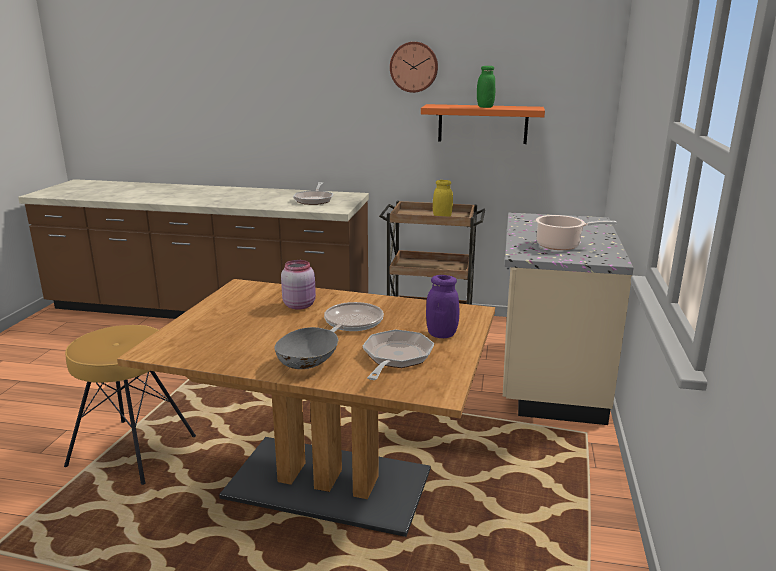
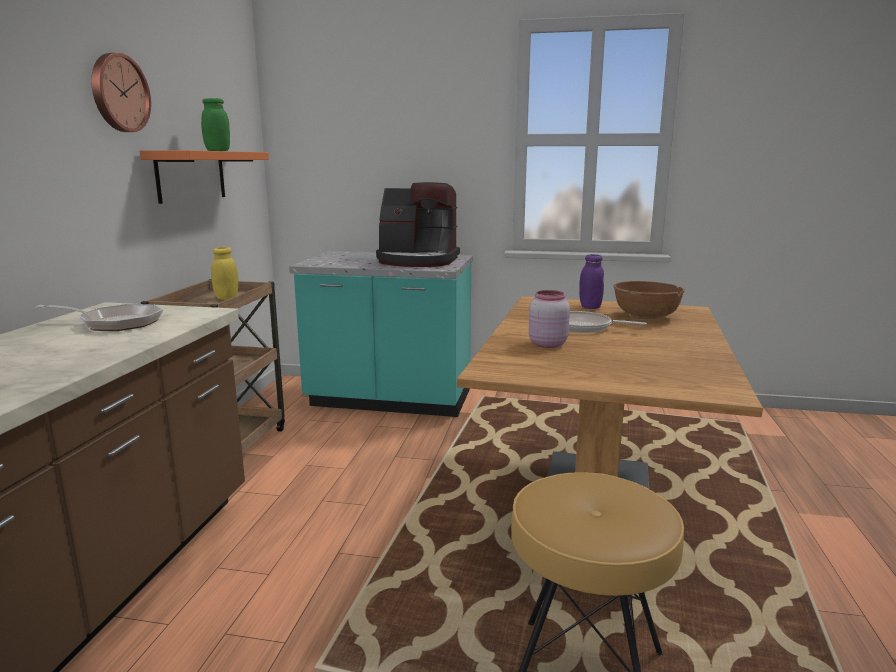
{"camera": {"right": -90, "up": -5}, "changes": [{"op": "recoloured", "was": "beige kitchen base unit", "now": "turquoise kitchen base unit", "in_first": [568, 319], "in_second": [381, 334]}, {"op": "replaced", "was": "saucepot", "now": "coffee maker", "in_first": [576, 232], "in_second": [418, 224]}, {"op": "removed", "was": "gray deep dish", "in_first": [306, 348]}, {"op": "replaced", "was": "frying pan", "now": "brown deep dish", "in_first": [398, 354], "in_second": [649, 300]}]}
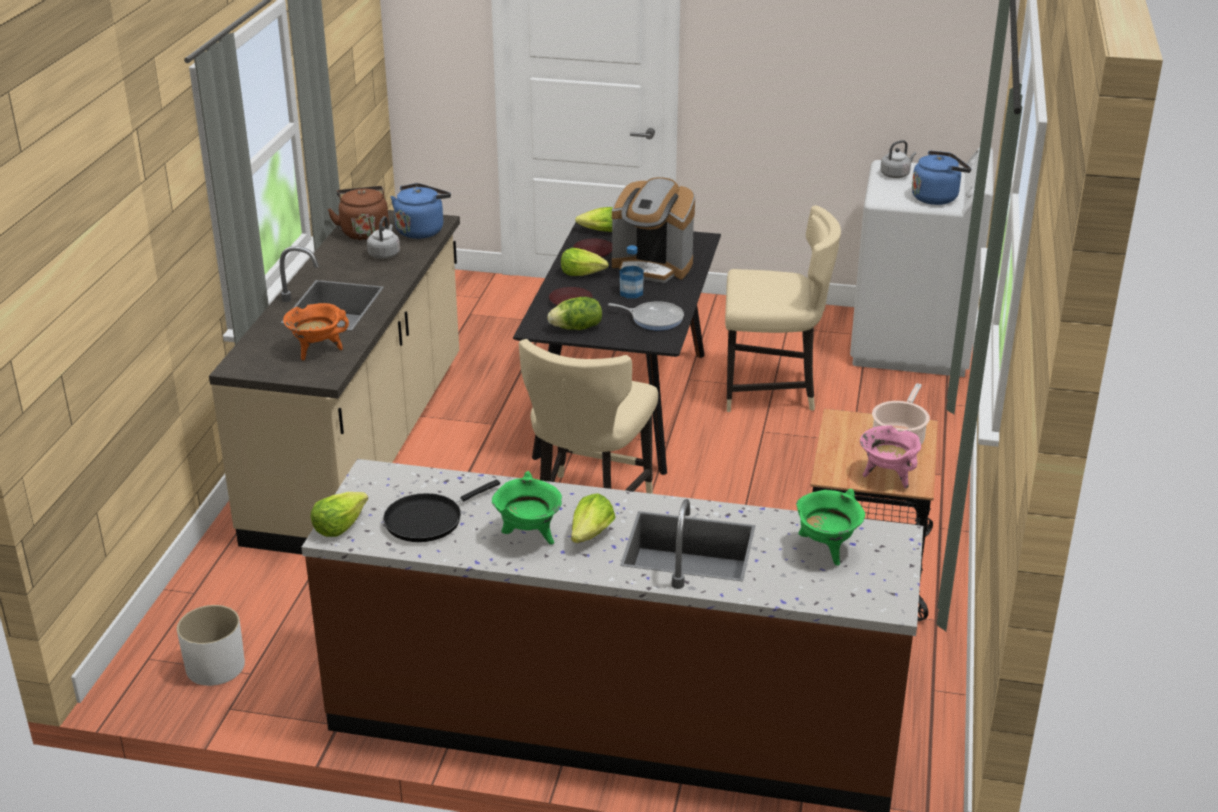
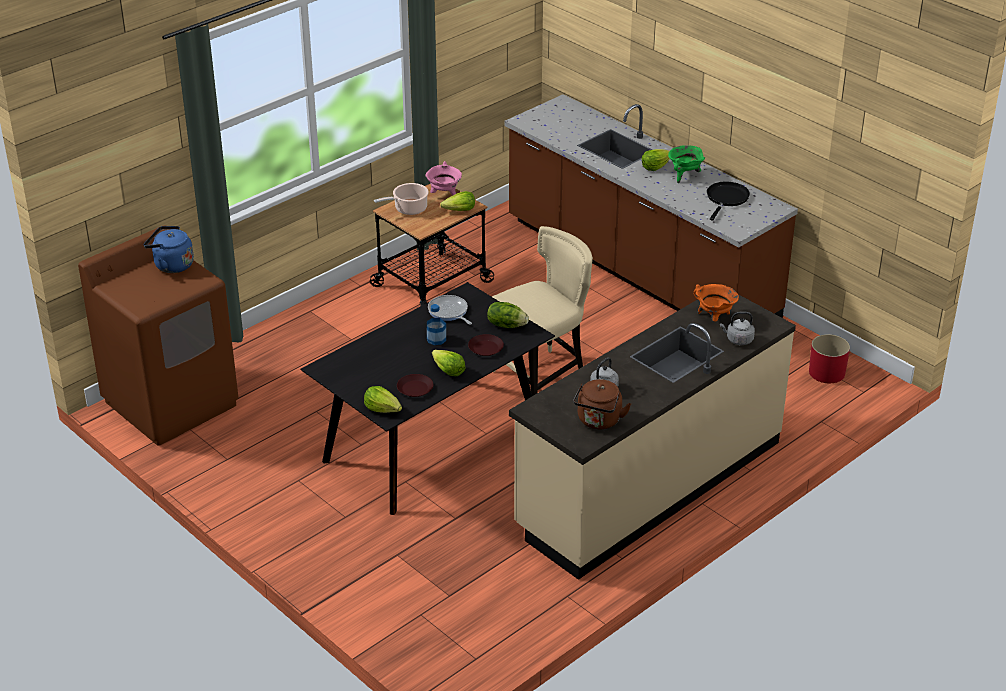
{"camera": {"right": -145, "up": 5}, "changes": [{"op": "moved", "was": "gray kettle", "in_first": [898, 159], "in_second": [737, 328]}, {"op": "recoloured", "was": "white laundry appliance", "now": "brown laundry appliance", "in_first": [921, 262], "in_second": [158, 335]}, {"op": "removed", "was": "coffee maker", "in_first": [653, 230]}, {"op": "removed", "was": "blue-coloured kettle", "in_first": [421, 211]}, {"op": "removed", "was": "beige plain chair", "in_first": [783, 308]}, {"op": "turned", "was": "black-coloured frying pan", "in_first": [441, 511], "in_second": [728, 201], "clockwise": -60}, {"op": "removed", "was": "green-coloured saucepot", "in_first": [830, 527]}, {"op": "moved", "was": "lettuce", "in_first": [339, 514], "in_second": [457, 201]}, {"op": "recoloured", "was": "white flower pot", "now": "reddish flower pot", "in_first": [211, 645], "in_second": [829, 358]}]}
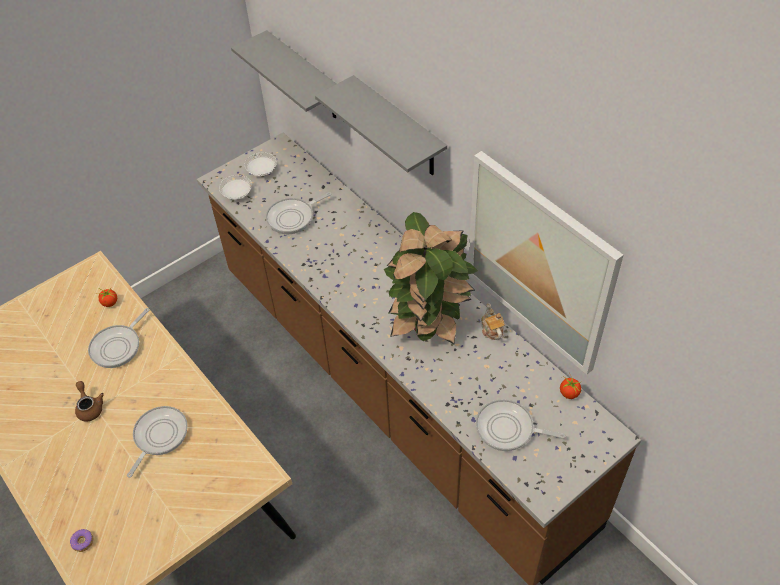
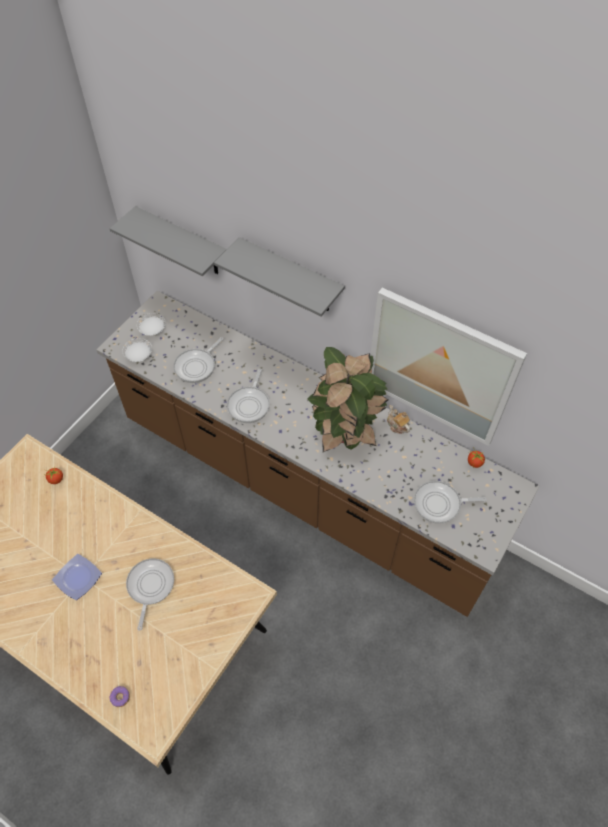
{"camera": {"right": -20, "up": 5}, "changes": [{"op": "moved", "was": "frying pan", "in_first": [118, 338], "in_second": [248, 395]}, {"op": "replaced", "was": "brown pot for tea", "now": "flat dish", "in_first": [89, 401], "in_second": [77, 577]}]}
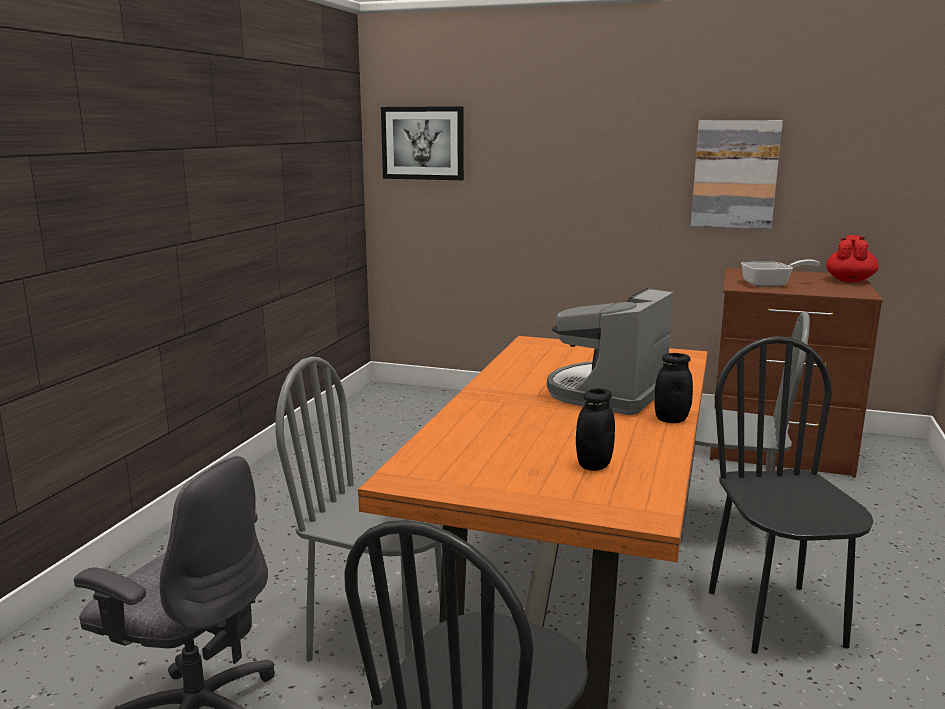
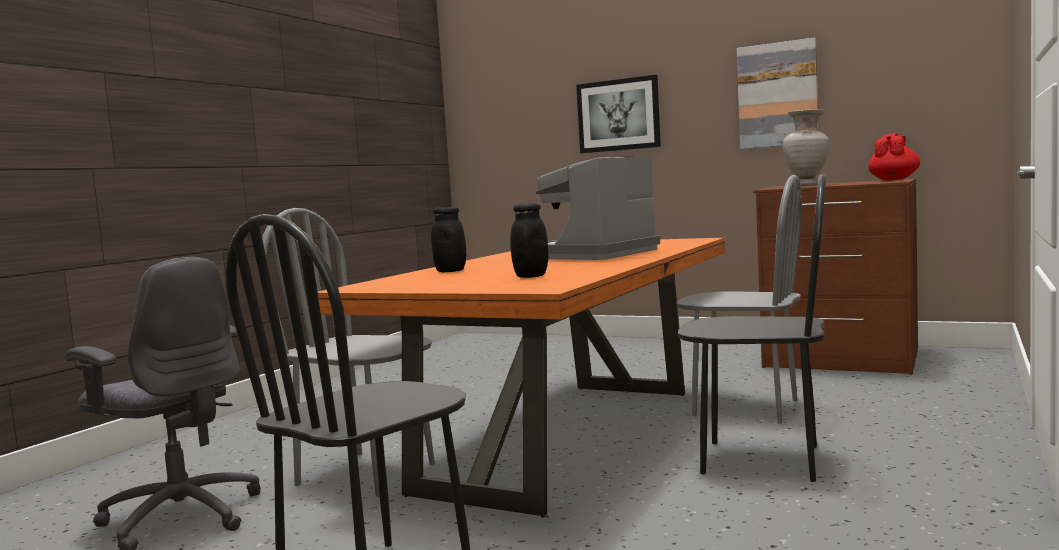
{"camera": {"right": 10, "up": -10}, "changes": [{"op": "moved", "was": "picture", "in_first": [422, 143], "in_second": [618, 114]}, {"op": "replaced", "was": "frying pan", "now": "beige decorative vase", "in_first": [780, 273], "in_second": [806, 147]}, {"op": "turned", "was": "black-coloured plain chair", "in_first": [791, 495], "in_second": [752, 328], "clockwise": 105}, {"op": "moved", "was": "black-coloured jar", "in_first": [673, 388], "in_second": [448, 239]}]}
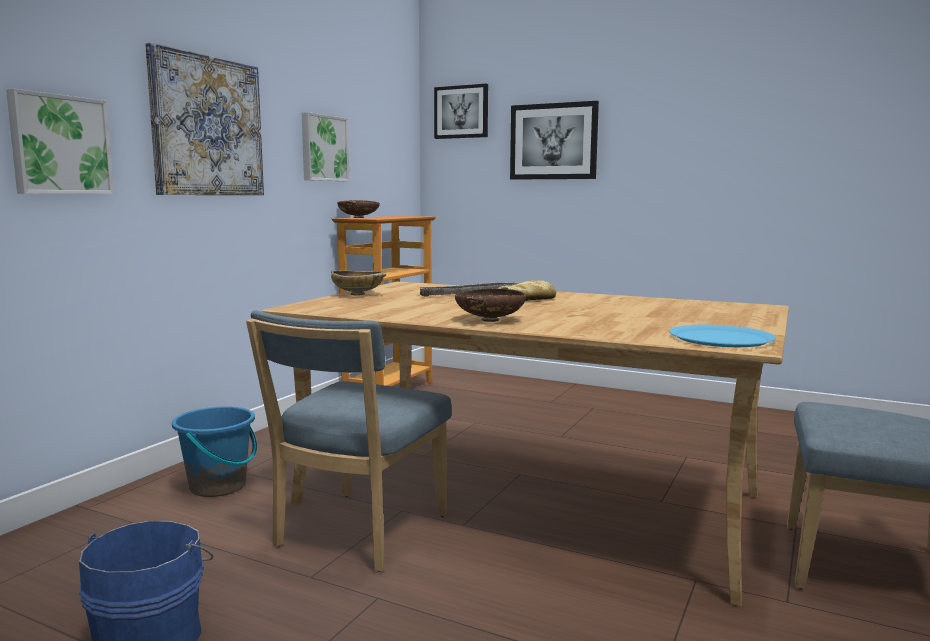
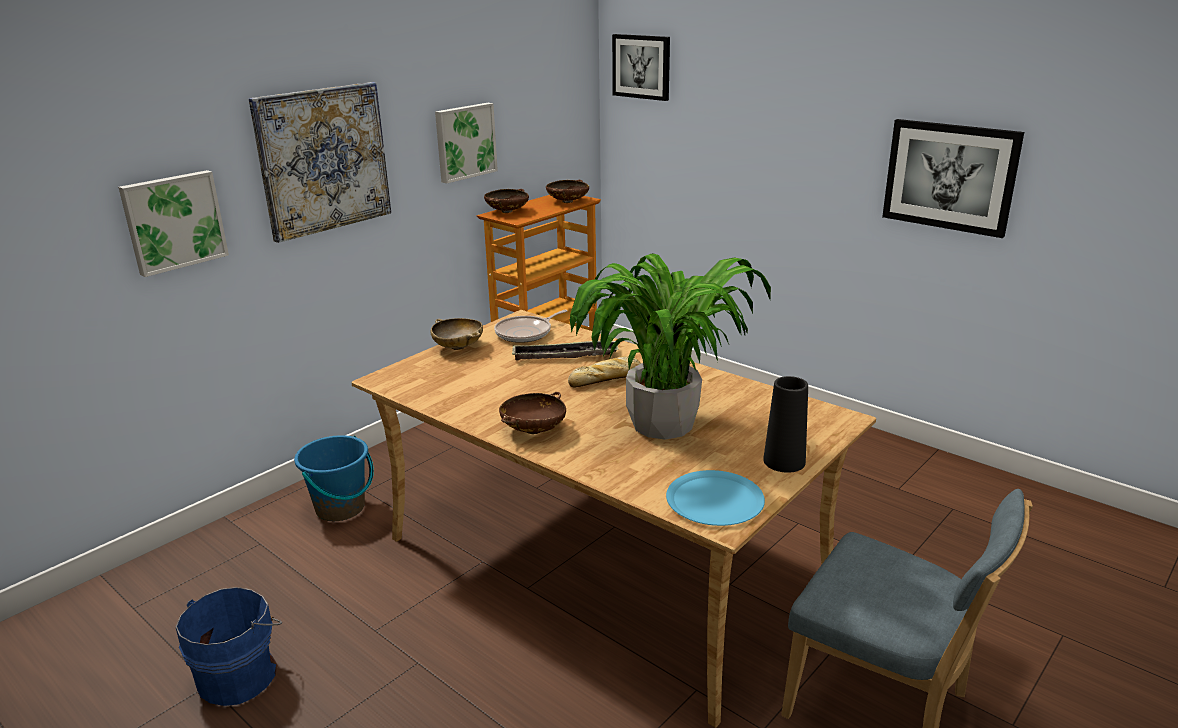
{"camera": {"right": 15, "up": 15}, "changes": [{"op": "moved", "was": "picture", "in_first": [554, 140], "in_second": [953, 178]}, {"op": "removed", "was": "blue-coloured plain chair", "in_first": [348, 441]}, {"op": "added", "now": "brown deep dish", "in_second": [567, 191]}, {"op": "added", "now": "plant in a pot", "in_second": [670, 346]}, {"op": "added", "now": "frying pan", "in_second": [530, 326]}, {"op": "added", "now": "black-coloured decorative vase", "in_second": [785, 424]}]}
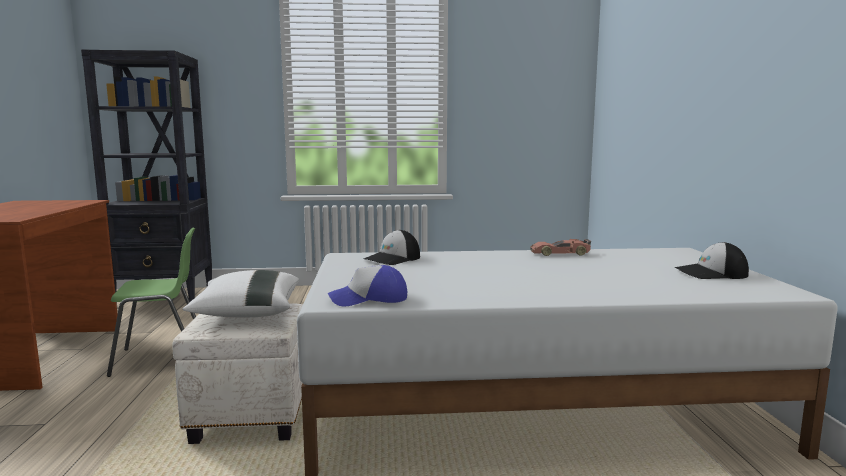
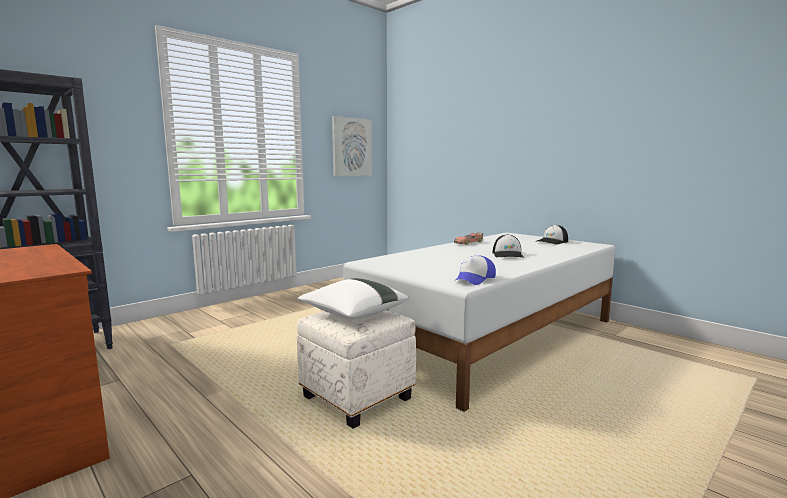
{"camera": {"right": -40, "up": 0}, "changes": [{"op": "removed", "was": "green-coloured plain chair", "in_first": [151, 302]}, {"op": "moved", "was": "baseball cap", "in_first": [392, 247], "in_second": [508, 246]}, {"op": "added", "now": "picture", "in_second": [352, 146]}]}
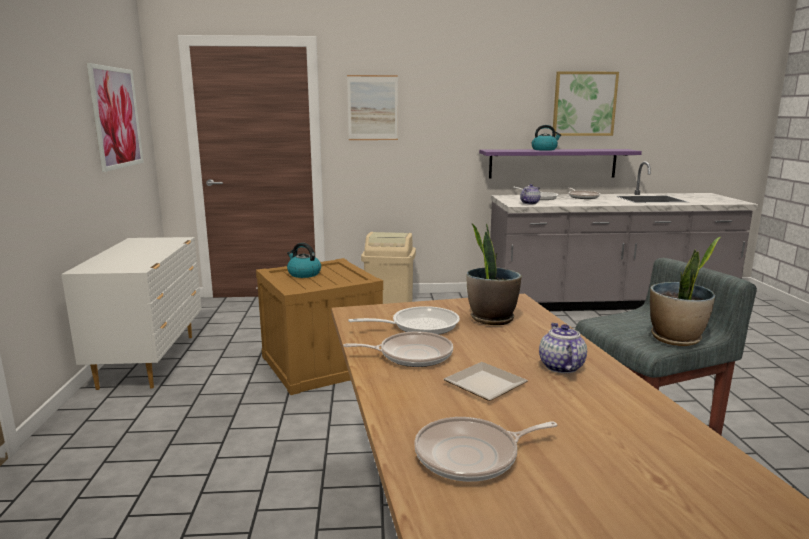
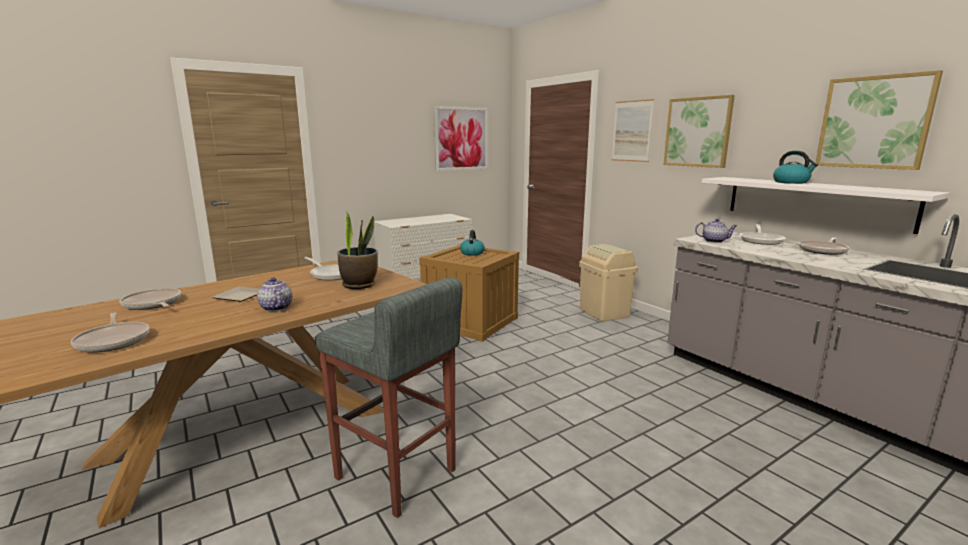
{"camera": {"right": 60, "up": 0}, "changes": [{"op": "recoloured", "was": "purple shelf", "now": "white shelf", "in_first": [560, 163], "in_second": [826, 205]}, {"op": "removed", "was": "plant in a pot", "in_first": [685, 291]}, {"op": "turned", "was": "pot for tea", "in_first": [563, 348], "in_second": [274, 294], "clockwise": -90}, {"op": "moved", "was": "frying pan", "in_first": [398, 349], "in_second": [110, 333]}, {"op": "added", "now": "picture", "in_second": [699, 131]}]}
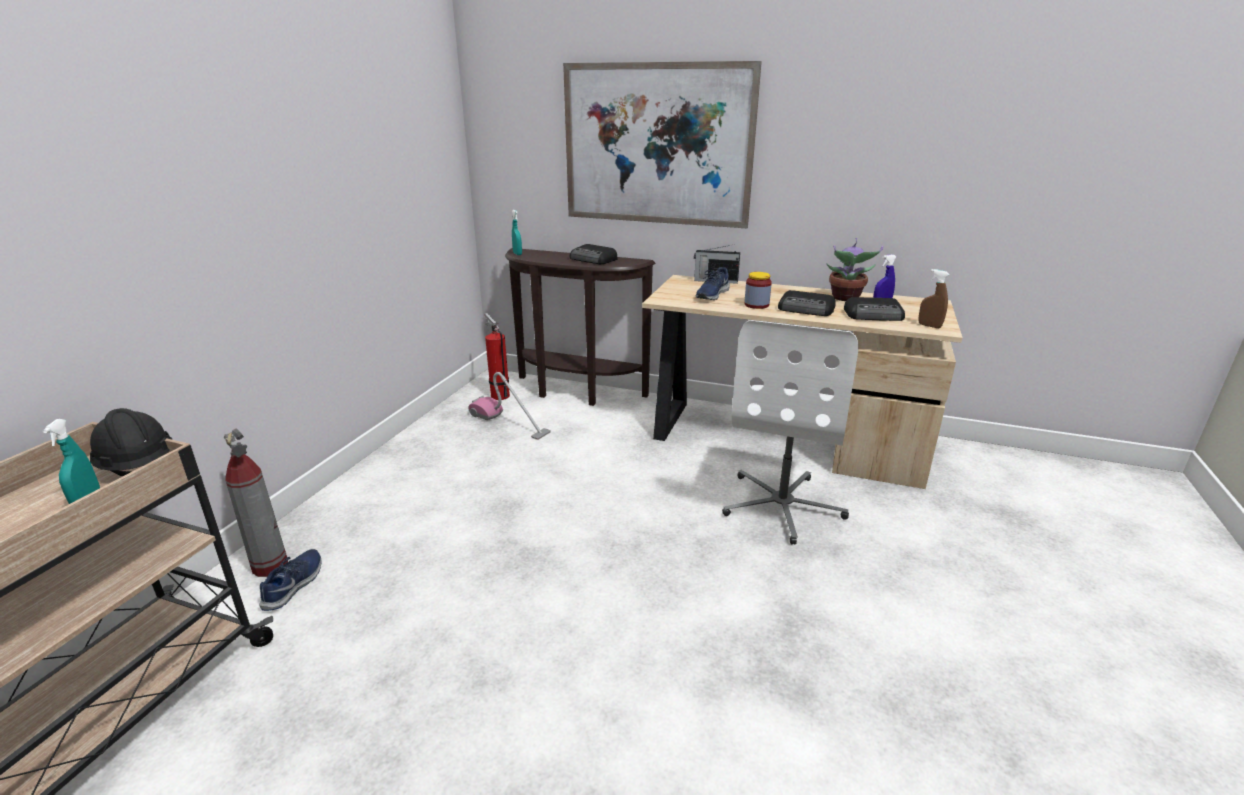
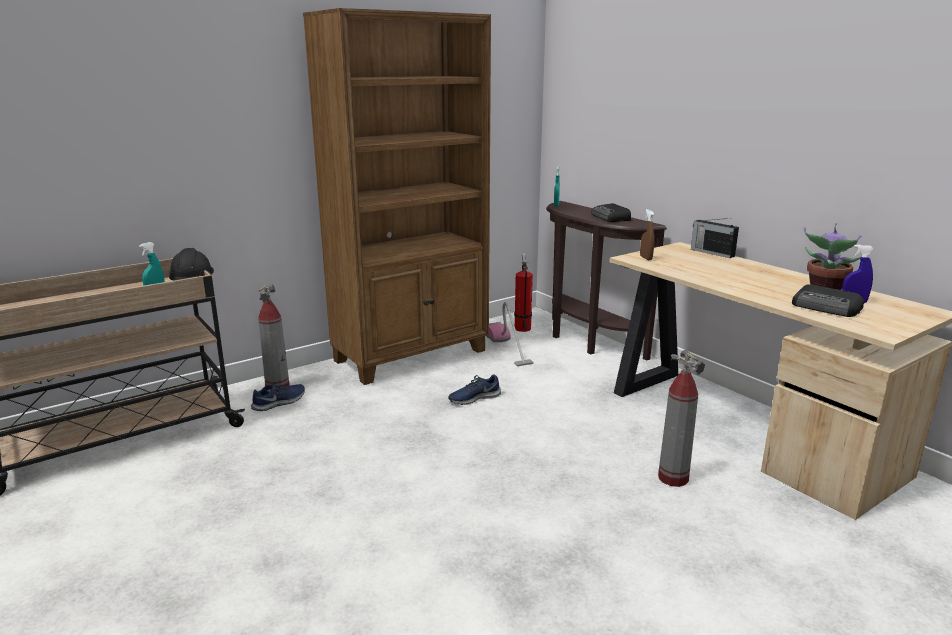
{"camera": {"right": 35, "up": -5}, "changes": [{"op": "removed", "was": "picture", "in_first": [662, 144]}, {"op": "moved", "was": "blue-coloured item of footwear", "in_first": [713, 283], "in_second": [474, 389]}, {"op": "moved", "was": "brown hand sprayer", "in_first": [934, 298], "in_second": [647, 234]}, {"op": "removed", "was": "jar", "in_first": [758, 290]}, {"op": "removed", "was": "radio set", "in_first": [807, 303]}, {"op": "replaced", "was": "white desk chair", "now": "fire-fighting cylinder", "in_first": [790, 432], "in_second": [681, 418]}, {"op": "added", "now": "brown bookcase", "in_second": [397, 196]}]}
